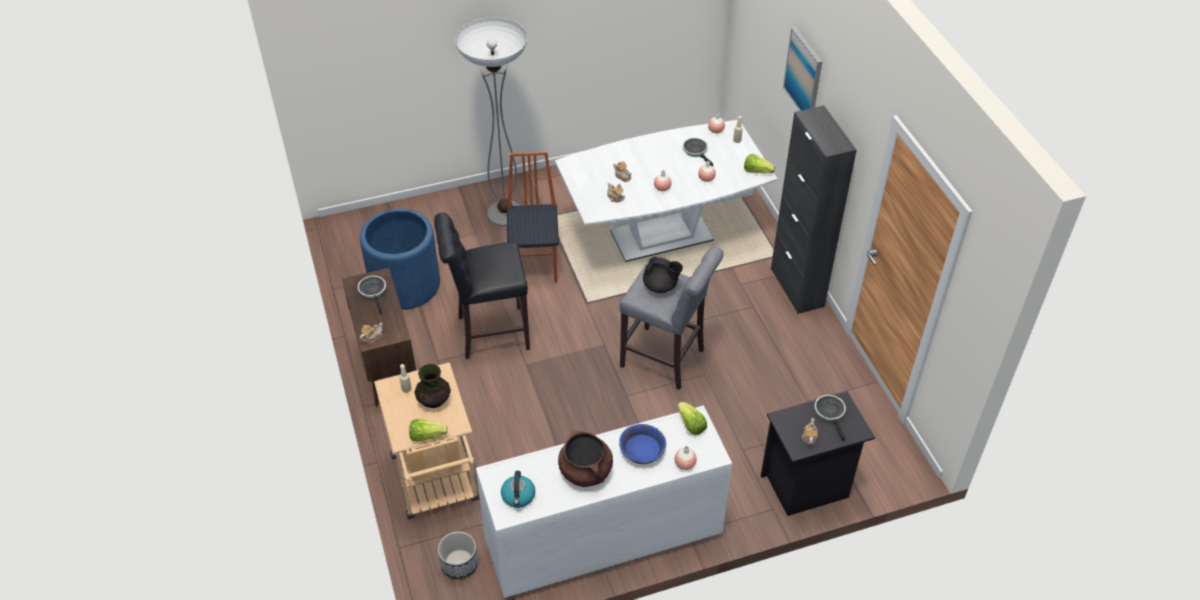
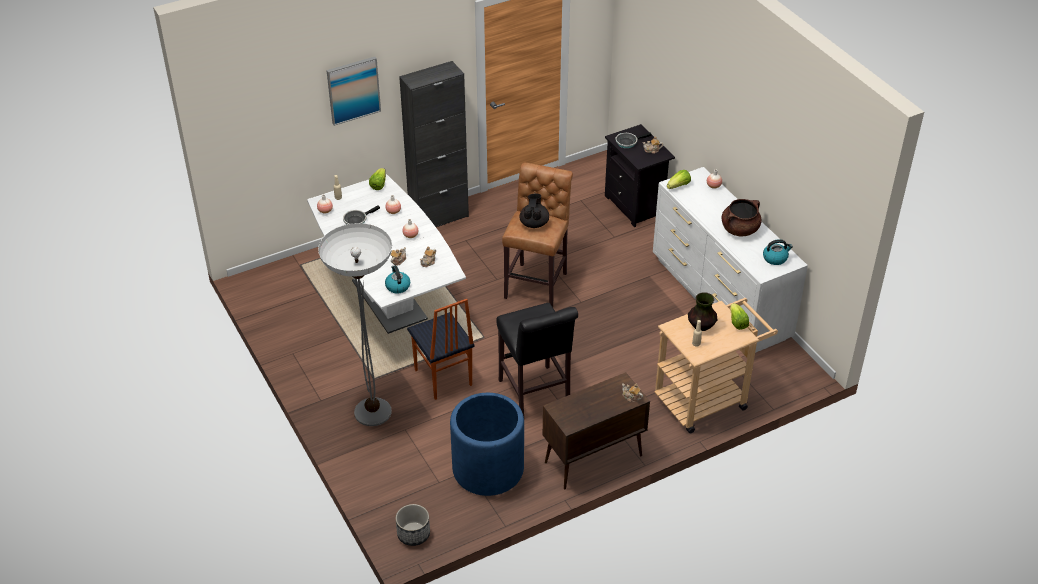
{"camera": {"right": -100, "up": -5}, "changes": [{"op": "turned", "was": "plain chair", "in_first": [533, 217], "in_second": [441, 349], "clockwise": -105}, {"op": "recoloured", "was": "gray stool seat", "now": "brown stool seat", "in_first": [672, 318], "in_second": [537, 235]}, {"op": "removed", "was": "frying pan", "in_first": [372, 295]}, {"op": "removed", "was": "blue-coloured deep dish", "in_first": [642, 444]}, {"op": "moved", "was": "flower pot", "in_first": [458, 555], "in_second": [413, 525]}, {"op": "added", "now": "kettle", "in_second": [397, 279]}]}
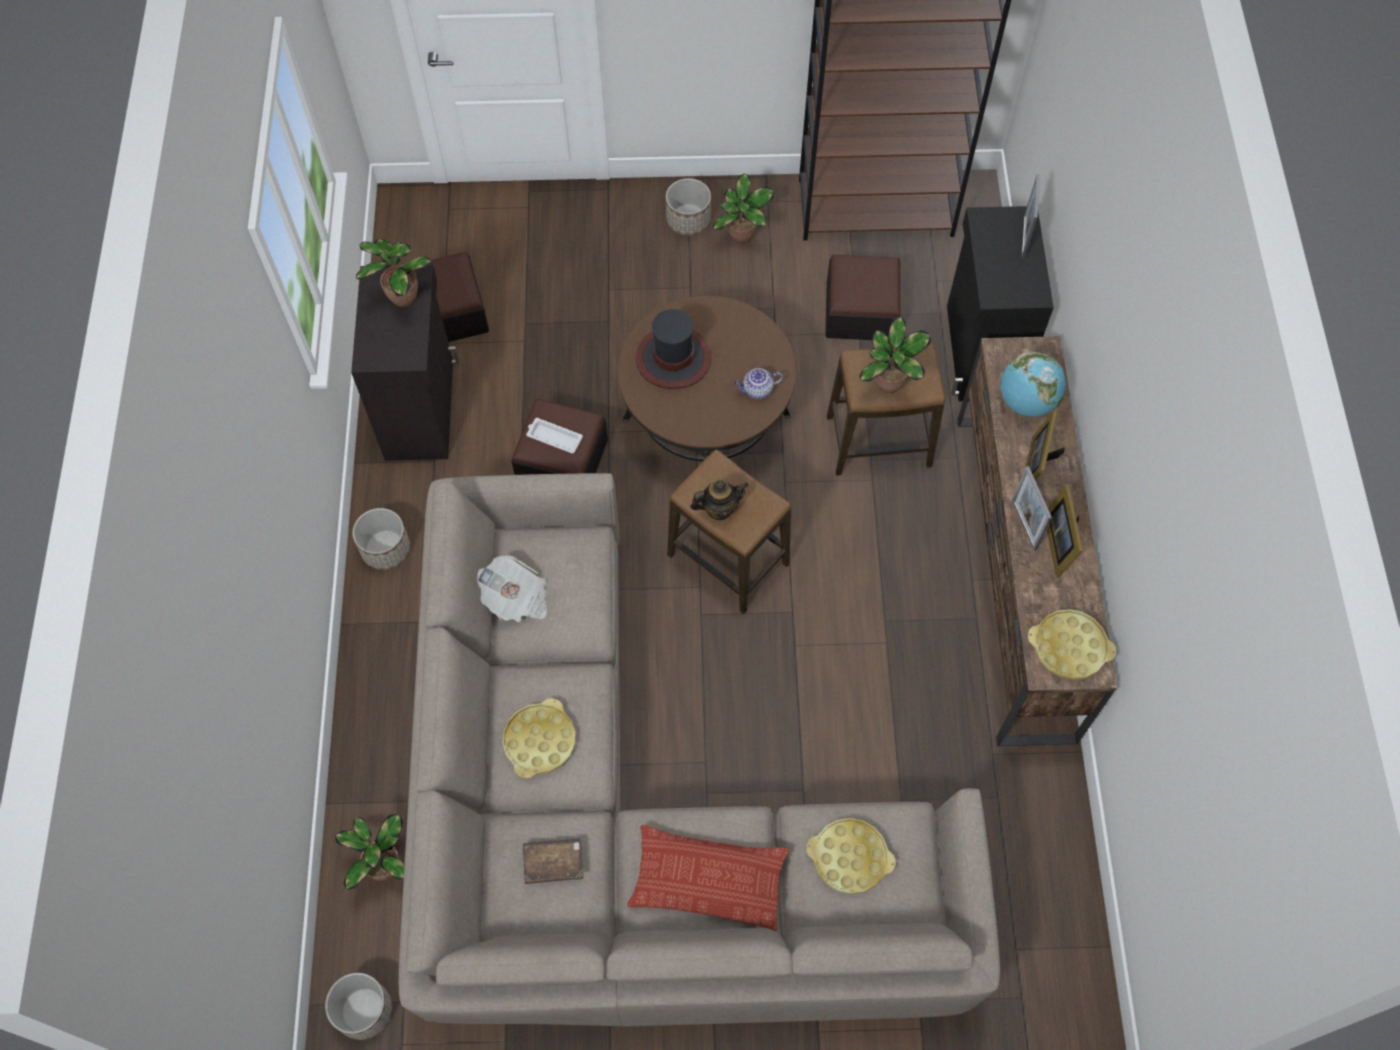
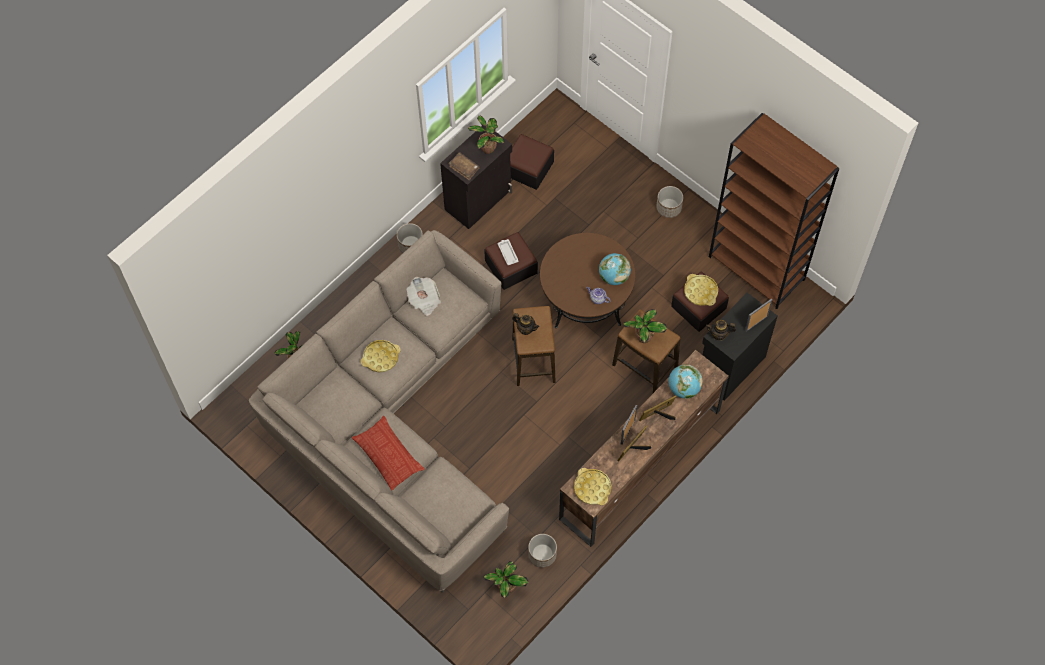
{"camera": {"right": 45, "up": 0}, "changes": [{"op": "moved", "was": "plant in a pot", "in_first": [743, 208], "in_second": [506, 579]}, {"op": "removed", "was": "wearable hat", "in_first": [673, 349]}, {"op": "moved", "was": "yellow serving tray", "in_first": [851, 856], "in_second": [701, 290]}, {"op": "moved", "was": "brown book", "in_first": [553, 861], "in_second": [464, 166]}, {"op": "moved", "was": "flower pot", "in_first": [358, 1006], "in_second": [542, 551]}, {"op": "added", "now": "globe", "in_second": [615, 269]}, {"op": "added", "now": "pot for tea", "in_second": [721, 330]}]}
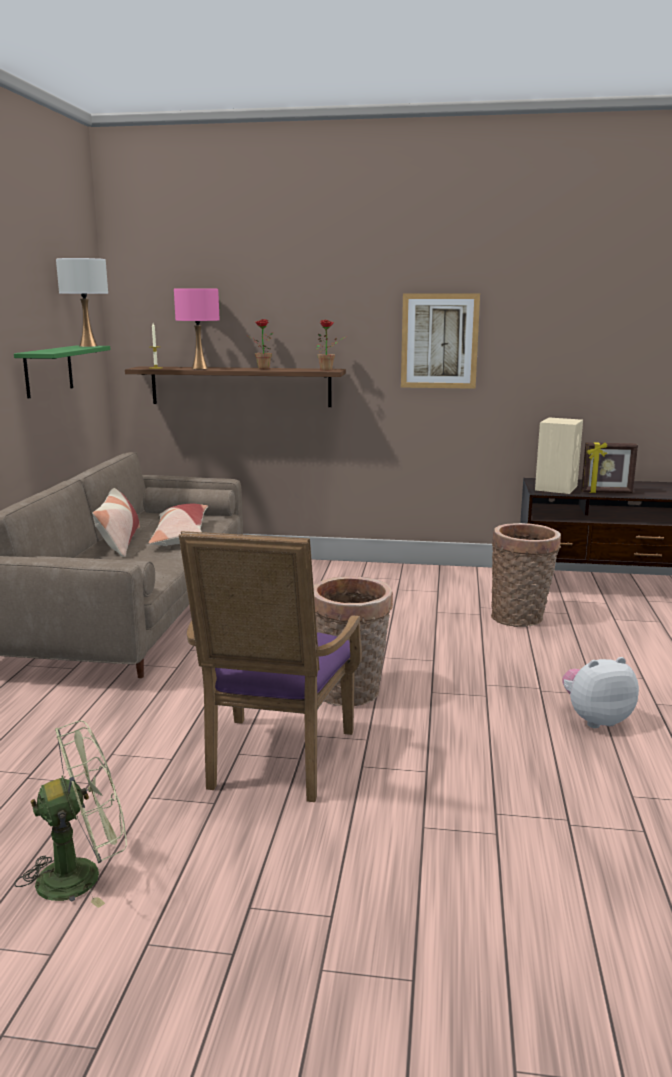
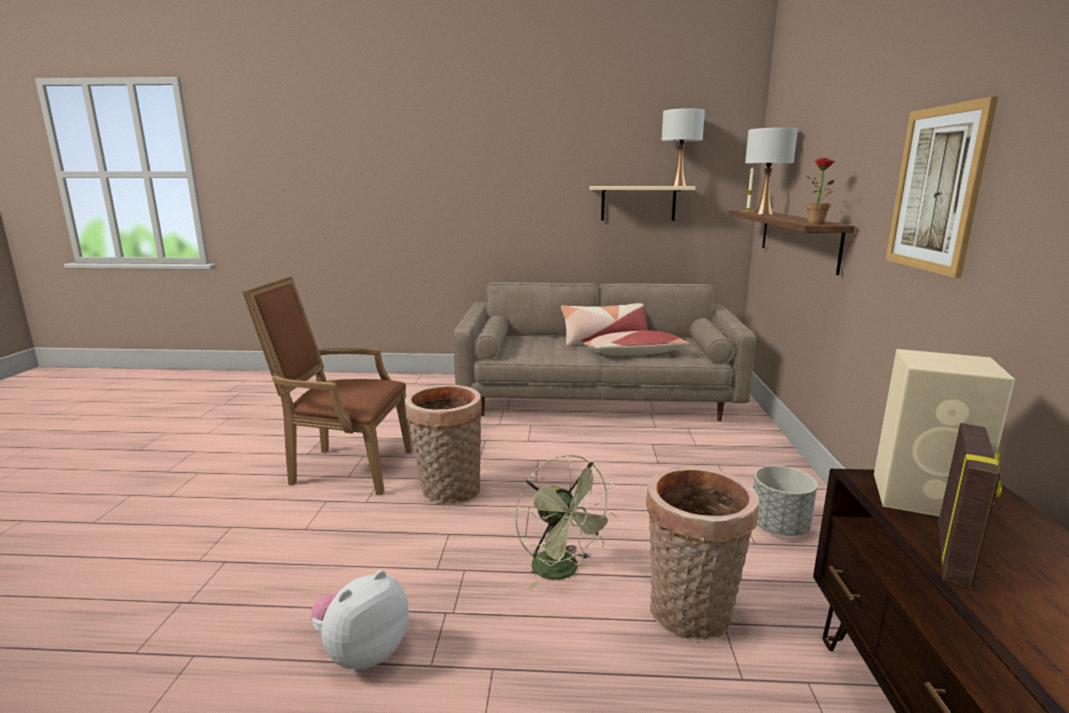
{"camera": {"right": 85, "up": 0}, "changes": [{"op": "recoloured", "was": "pink-coloured tabletop lamp", "now": "white tabletop lamp", "in_first": [197, 328], "in_second": [771, 171]}, {"op": "removed", "was": "plant in a pot", "in_first": [260, 344]}, {"op": "recoloured", "was": "green-coloured shelf", "now": "beige shelf", "in_first": [62, 372], "in_second": [642, 203]}, {"op": "turned", "was": "standing frame", "in_first": [609, 467], "in_second": [970, 506], "clockwise": -150}, {"op": "recoloured", "was": "purple armchair", "now": "brown armchair", "in_first": [270, 666], "in_second": [327, 385]}, {"op": "turned", "was": "cuddly toy", "in_first": [600, 692], "in_second": [360, 620], "clockwise": -120}, {"op": "moved", "was": "green-coloured cooling fan", "in_first": [70, 814], "in_second": [566, 522]}, {"op": "added", "now": "gray flower pot", "in_second": [785, 501]}]}
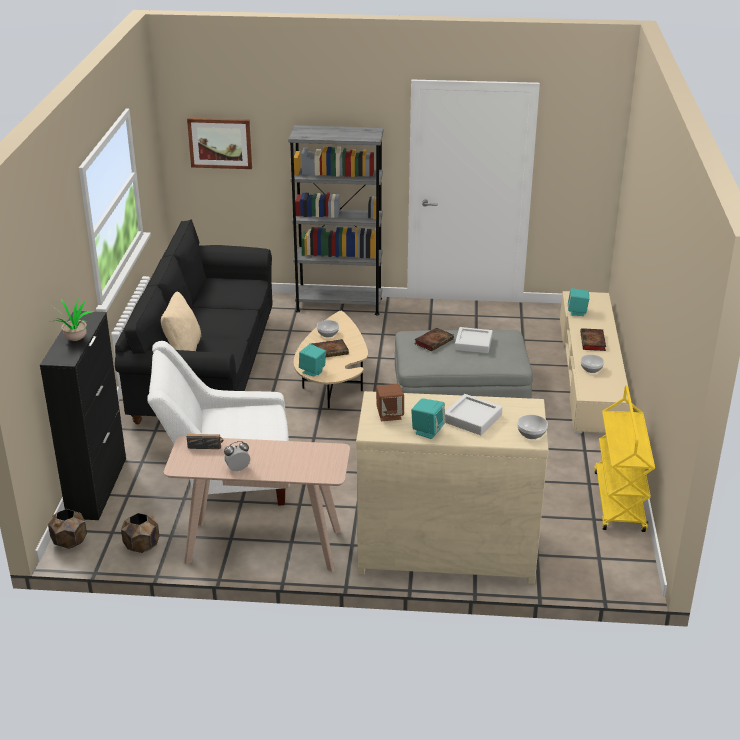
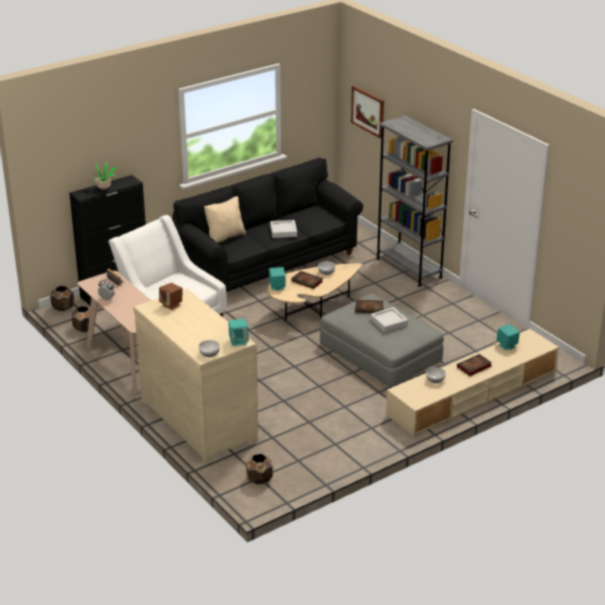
{"camera": {"right": 50, "up": 0}, "changes": [{"op": "removed", "was": "yellow wheeled cart", "in_first": [624, 458]}, {"op": "moved", "was": "gray serving tray", "in_first": [473, 414], "in_second": [283, 229]}, {"op": "moved", "was": "turquoise audio speaker", "in_first": [428, 418], "in_second": [238, 332]}, {"op": "added", "now": "brown flower pot", "in_second": [259, 469]}]}
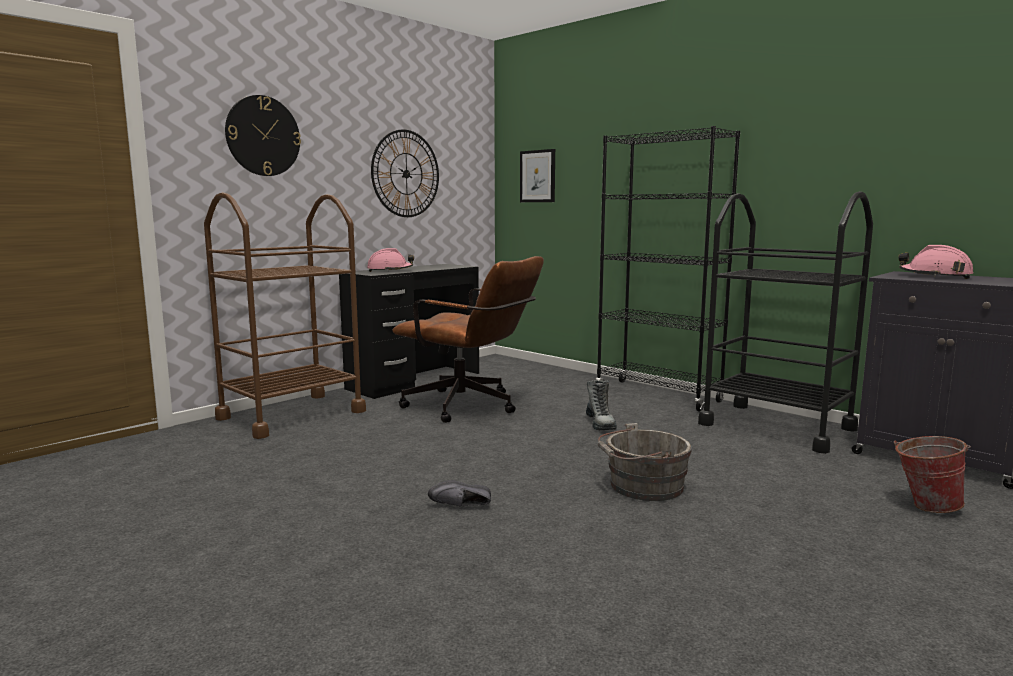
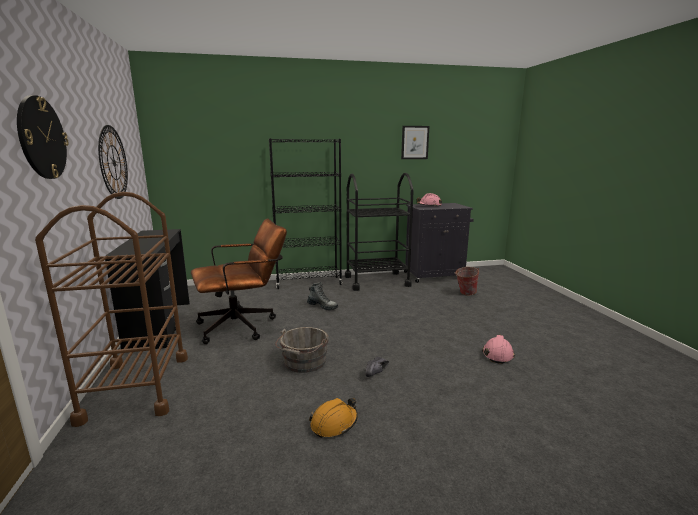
{"camera": {"right": -55, "up": 5}, "changes": [{"op": "moved", "was": "picture", "in_first": [537, 175], "in_second": [415, 142]}, {"op": "moved", "was": "pink-coloured work helmet", "in_first": [390, 260], "in_second": [498, 349]}, {"op": "moved", "was": "gray bucket", "in_first": [644, 462], "in_second": [302, 350]}, {"op": "added", "now": "orangey work helmet", "in_second": [333, 418]}]}
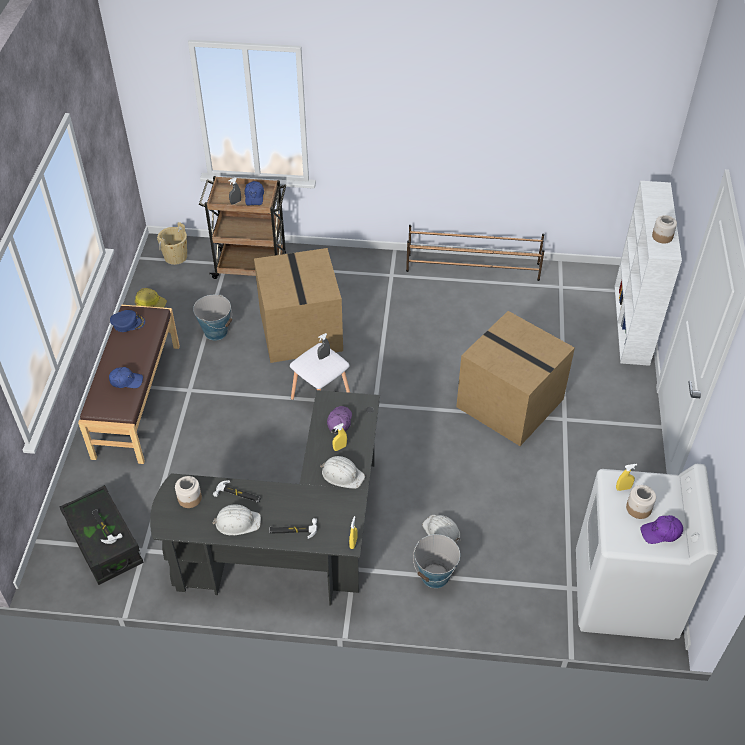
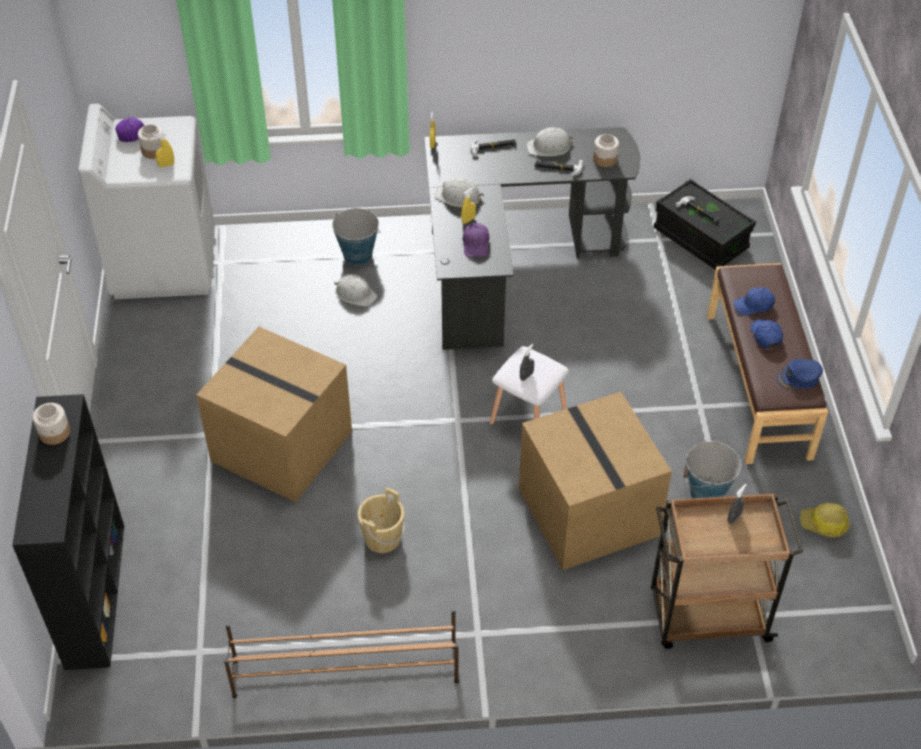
{"camera": {"right": 170, "up": 0}, "changes": [{"op": "moved", "was": "blue-coloured baseball cap", "in_first": [254, 193], "in_second": [766, 334]}, {"op": "recoloured", "was": "white bookcase", "now": "black-coloured bookcase", "in_first": [648, 273], "in_second": [68, 532]}, {"op": "moved", "was": "beige bucket", "in_first": [172, 243], "in_second": [381, 520]}]}
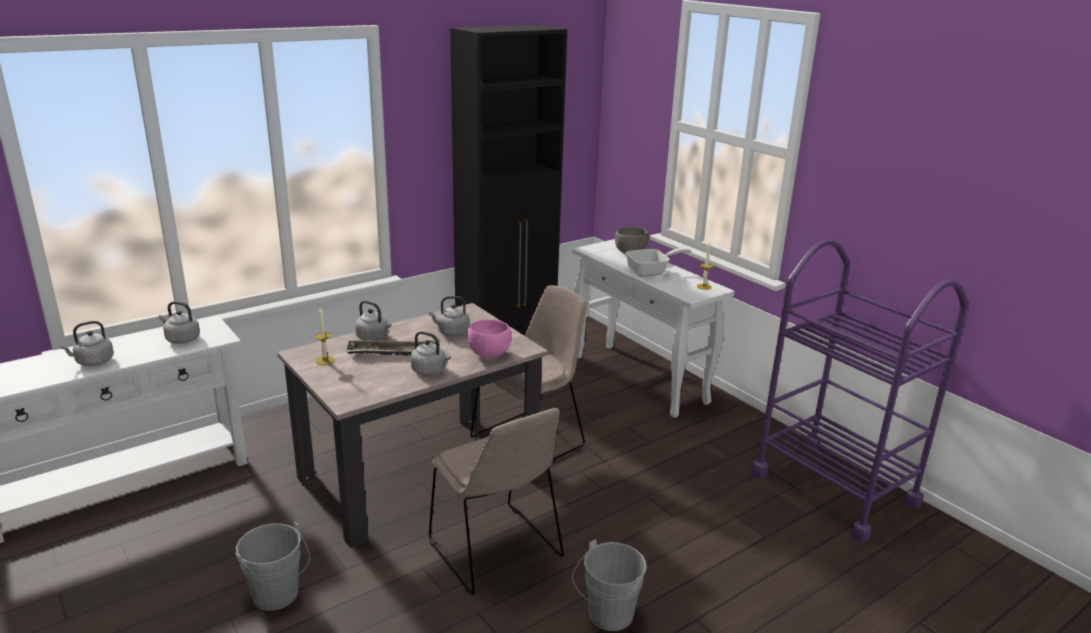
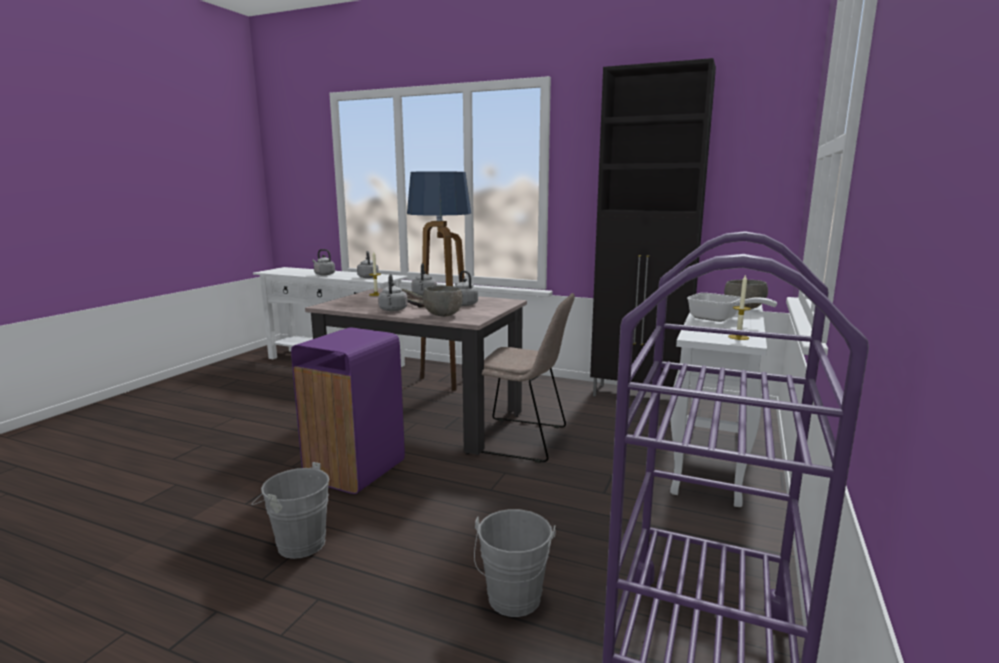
{"camera": {"right": 60, "up": -10}, "changes": [{"op": "recoloured", "was": "pink-coloured deep dish", "now": "gray deep dish", "in_first": [489, 338], "in_second": [443, 301]}, {"op": "replaced", "was": "beige plain chair", "now": "purple rubbish bin", "in_first": [496, 501], "in_second": [348, 411]}, {"op": "moved", "was": "gray bucket", "in_first": [272, 566], "in_second": [515, 563]}, {"op": "added", "now": "floor lamp", "in_second": [439, 281]}]}
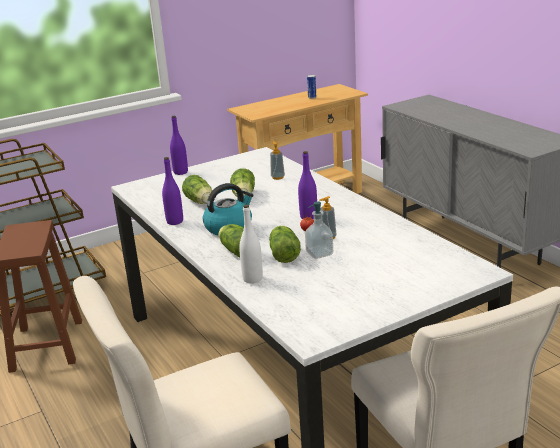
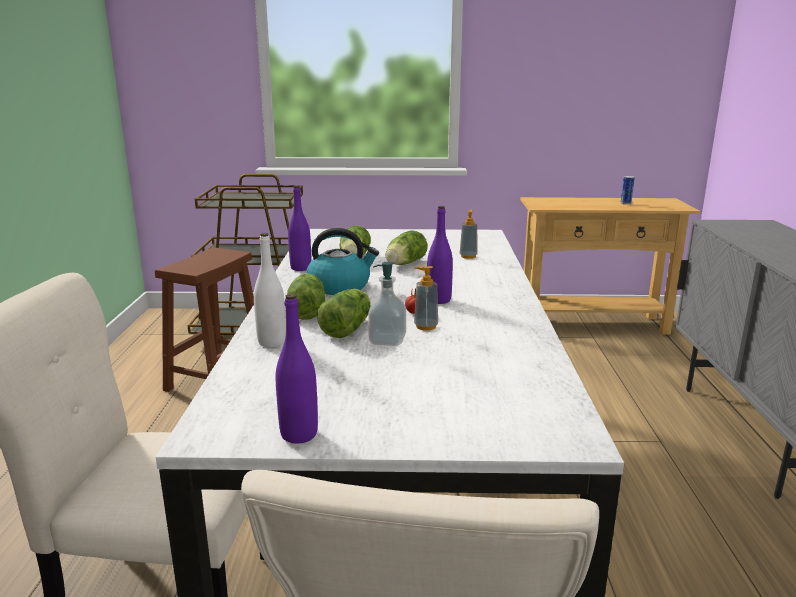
{"camera": {"right": 30, "up": -5}, "changes": [{"op": "moved", "was": "purple drink bottle", "in_first": [179, 145], "in_second": [297, 368]}]}
